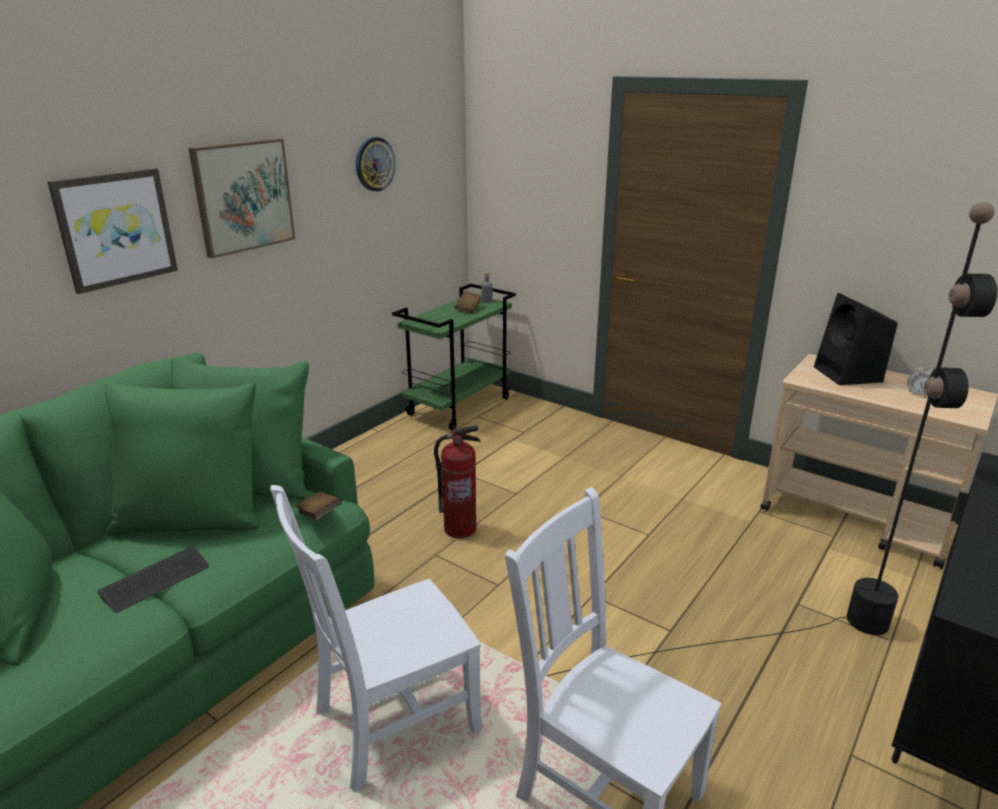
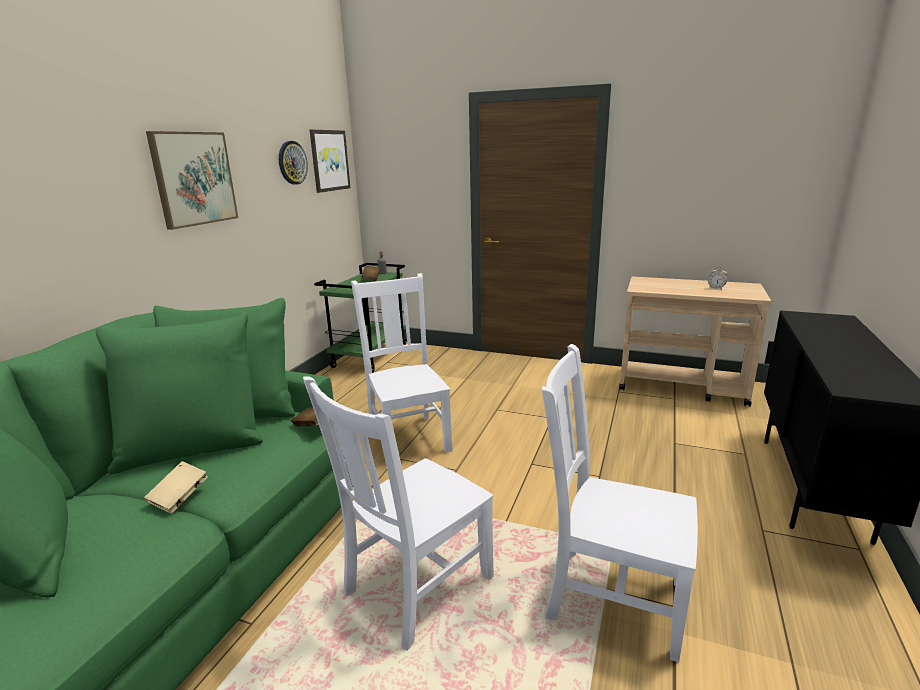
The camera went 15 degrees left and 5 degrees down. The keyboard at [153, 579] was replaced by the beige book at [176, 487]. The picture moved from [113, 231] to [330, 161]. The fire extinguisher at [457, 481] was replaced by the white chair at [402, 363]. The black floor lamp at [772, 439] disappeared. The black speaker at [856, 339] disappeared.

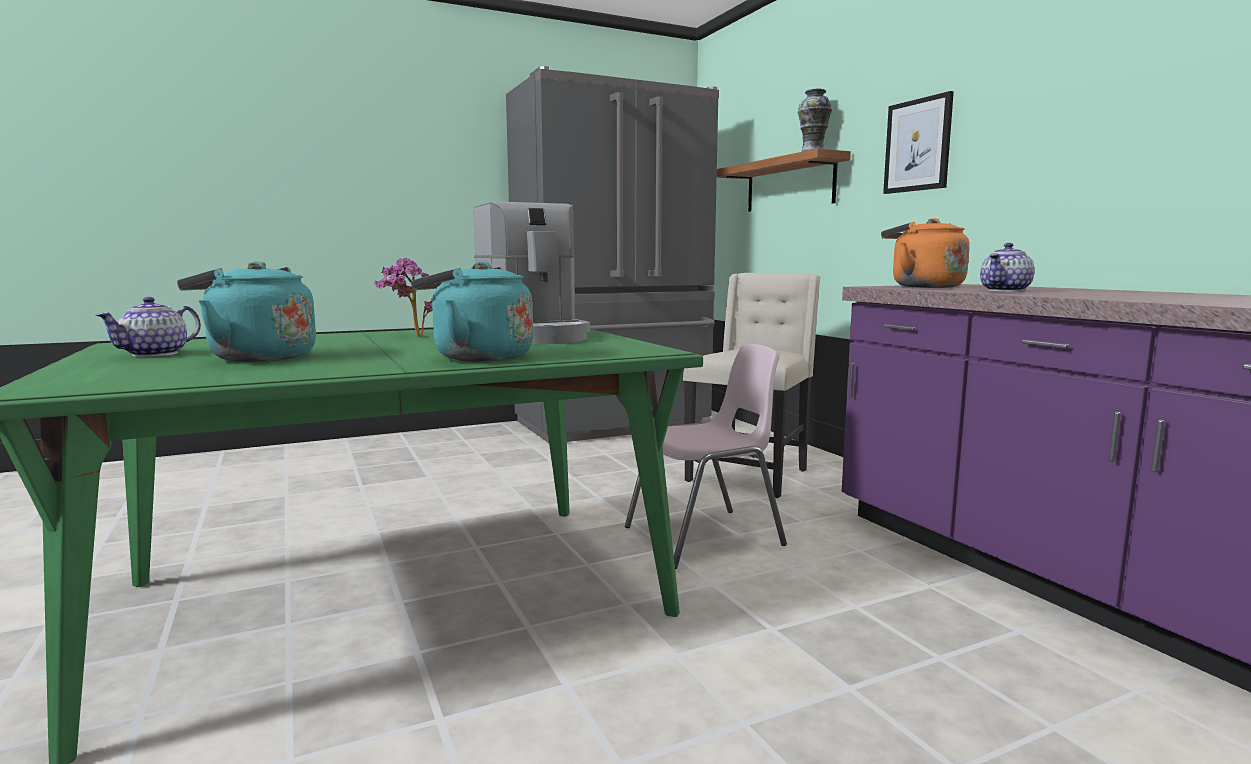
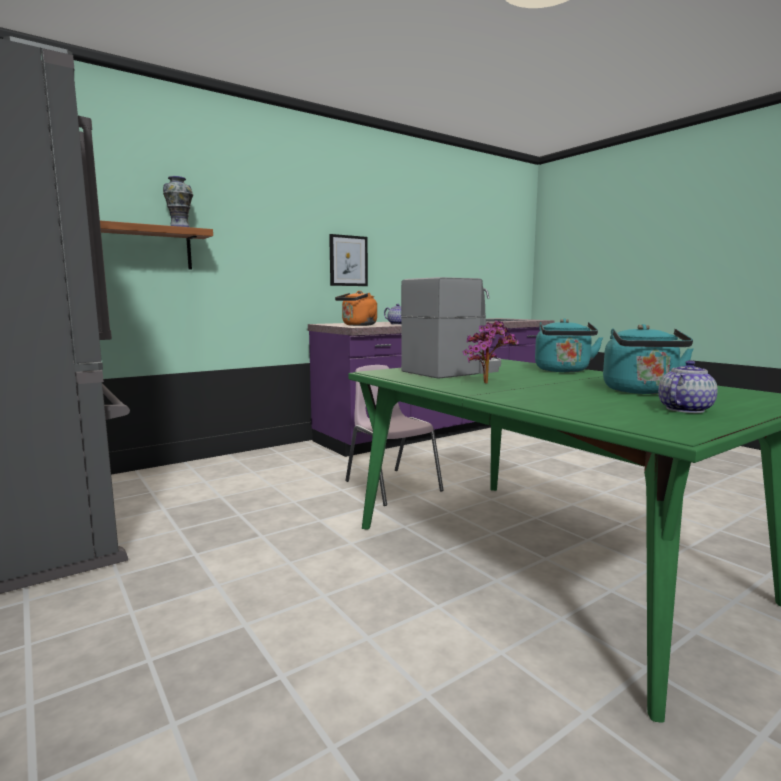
The camera went 100 degrees left and 0 degrees up. The picture moved from [918, 142] to [348, 260]. The teapot at [148, 327] turned 60 degrees counterclockwise. The beige chair at [752, 385] disappeared.

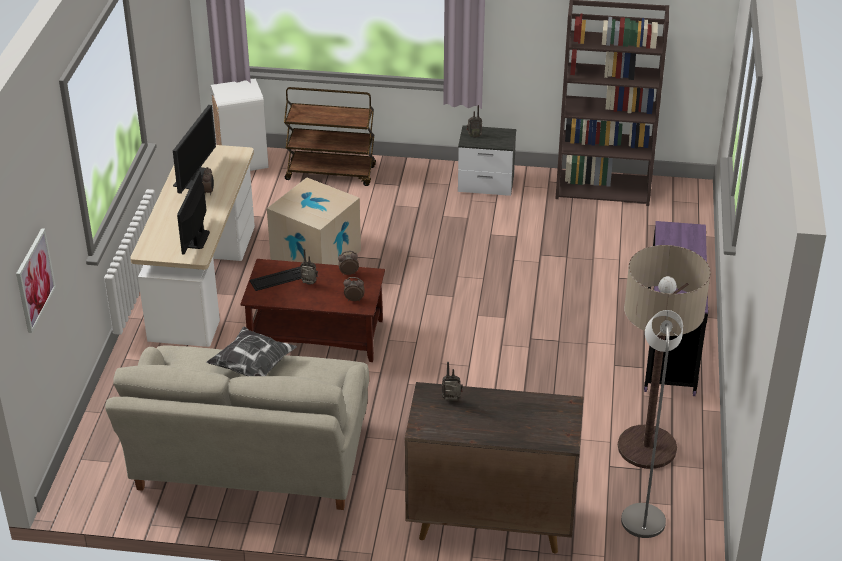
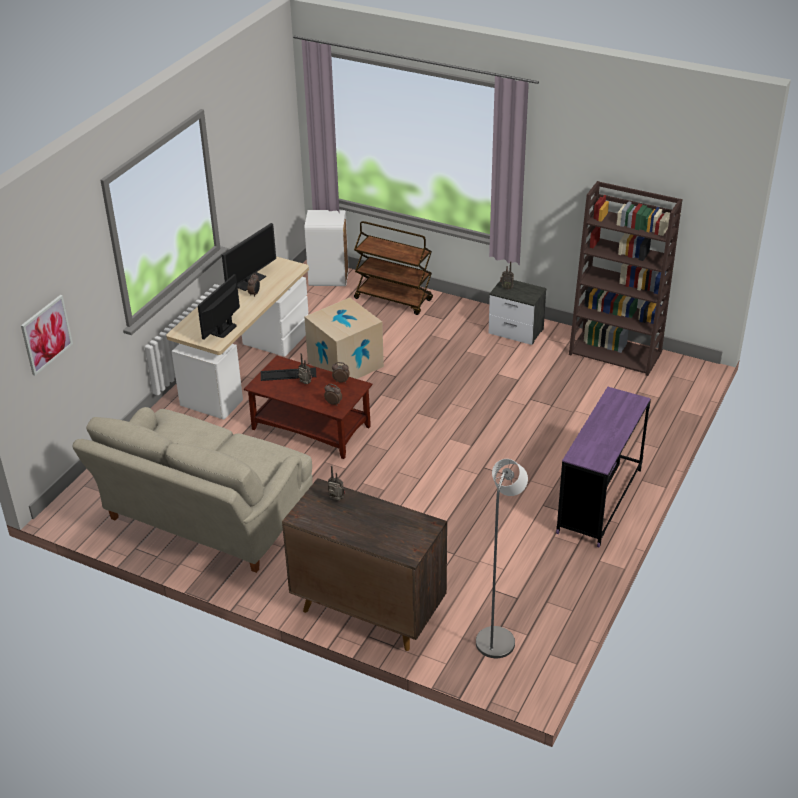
The camera went 20 degrees right and 0 degrees up. The pillow at [251, 351] disappeared. The floor lamp at [664, 357] disappeared.

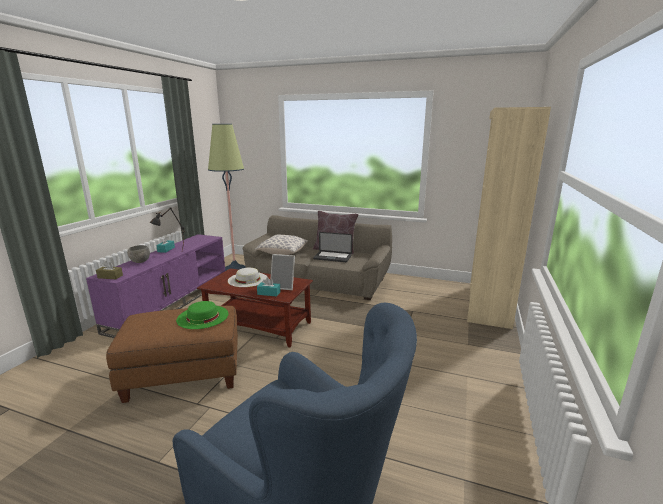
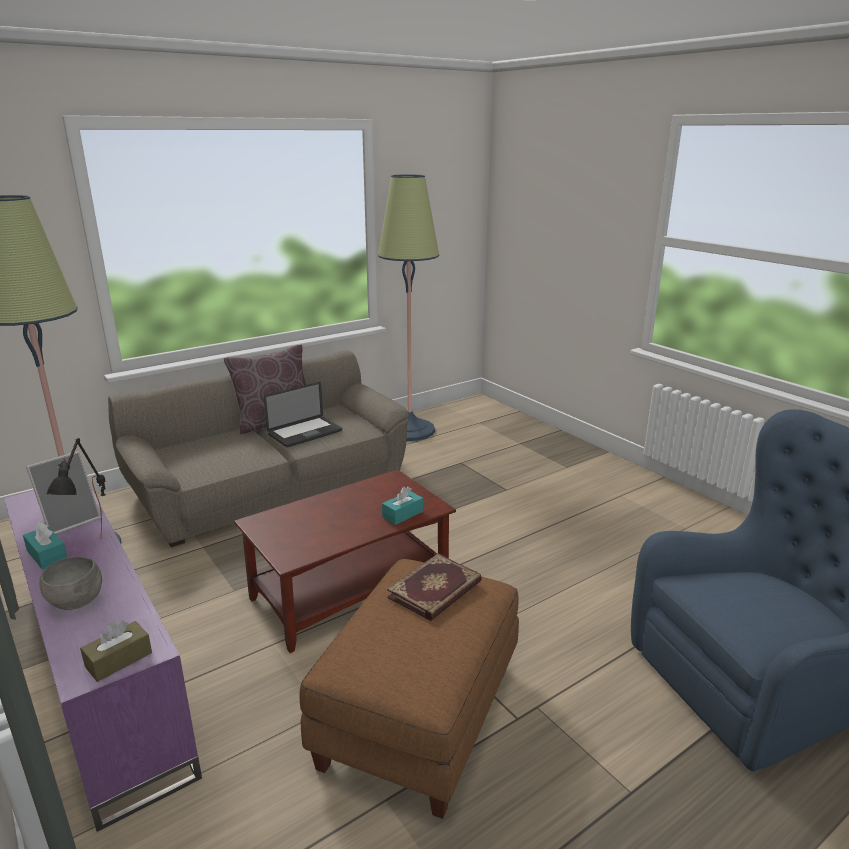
The camera went 55 degrees left and 5 degrees up. The picture frame moved from [283, 272] to [63, 492]. The floor lamp at [408, 307] appeared. The green hat at [202, 315] was replaced by the book at [434, 587]. The white hat at [247, 277] disappeared. The pillow at [281, 245] disappeared. The beige bookcase at [509, 218] disappeared.

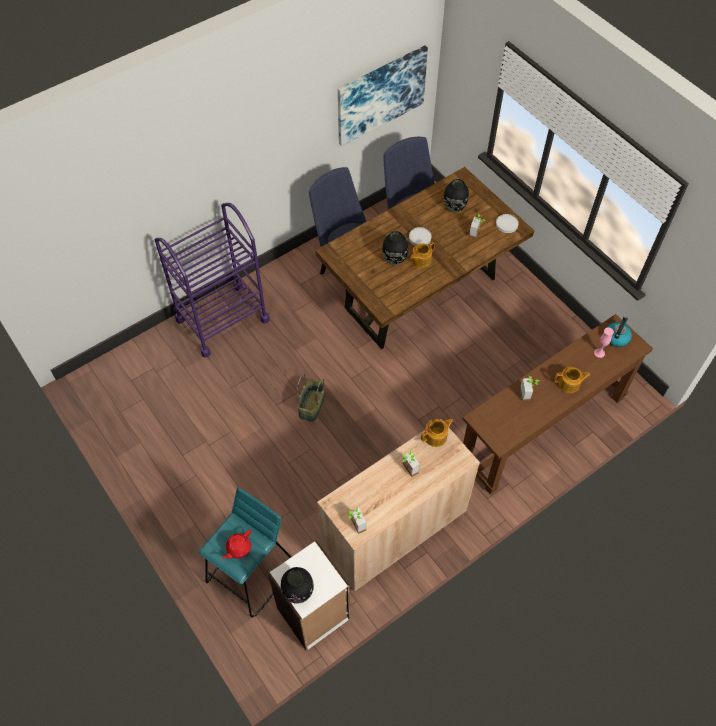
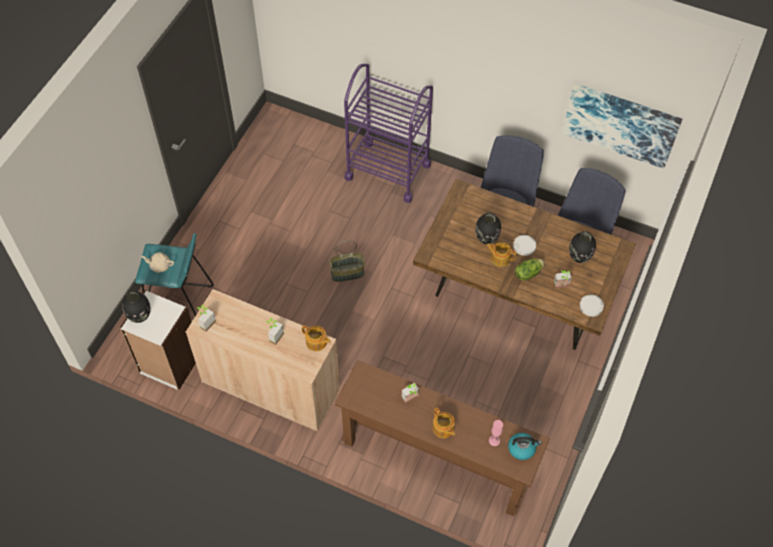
The camera went 60 degrees right and 0 degrees up. The red teapot at [236, 544] became the beige teapot at [157, 262]. The lettuce at [530, 270] appeared.

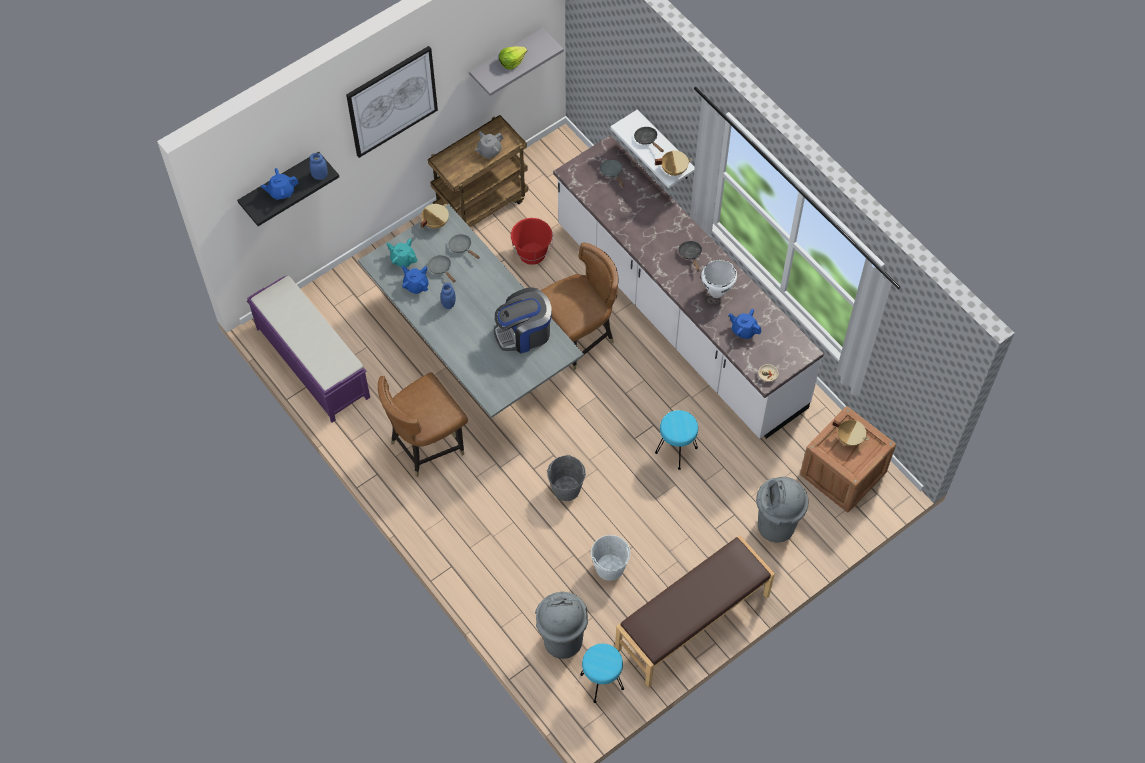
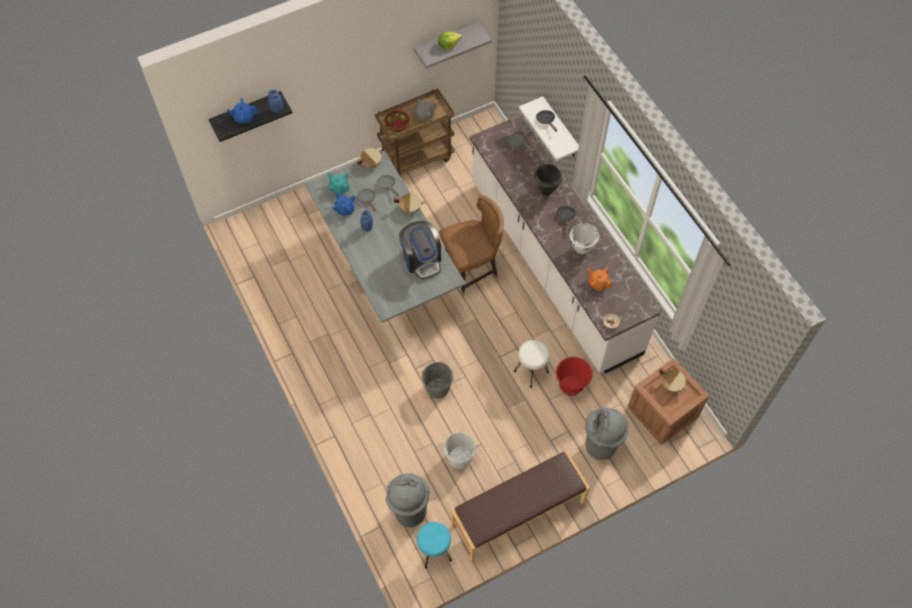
The camera went 10 degrees right and 0 degrees up. The bowl at [397, 121] appeared. The beige cooking pot moved from [673, 163] to [409, 203]. The coffee machine at [523, 320] turned 105 degrees counterclockwise. The turquoise stool at [676, 440] became the white stool at [532, 364]. The black cooking pot at [548, 180] appeared. The red bucket moved from [532, 241] to [574, 376]. The blue teapot at [745, 324] became the orange teapot at [599, 279]. The purple bench at [308, 348] disappeared. The picture at [392, 102] disappeared. The brown chair at [423, 424] disappeared.

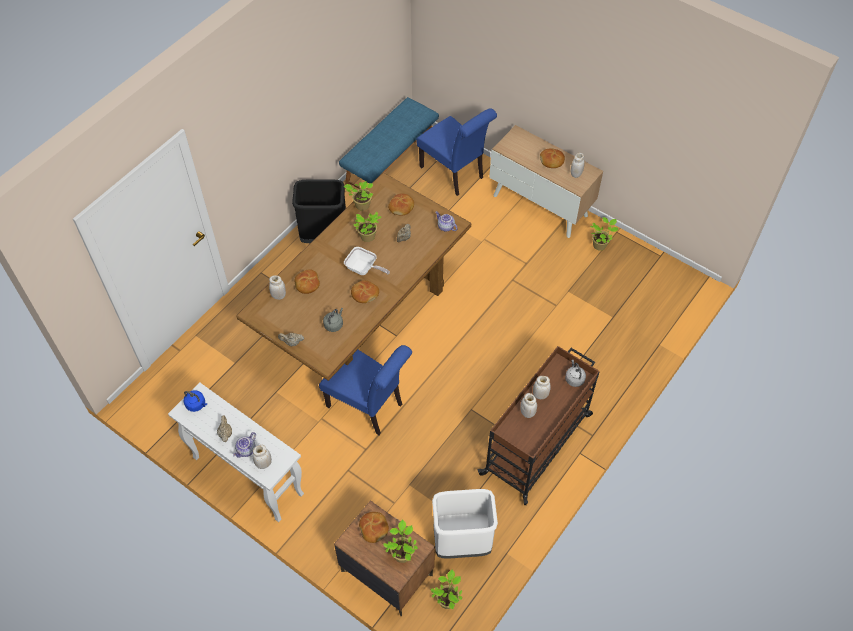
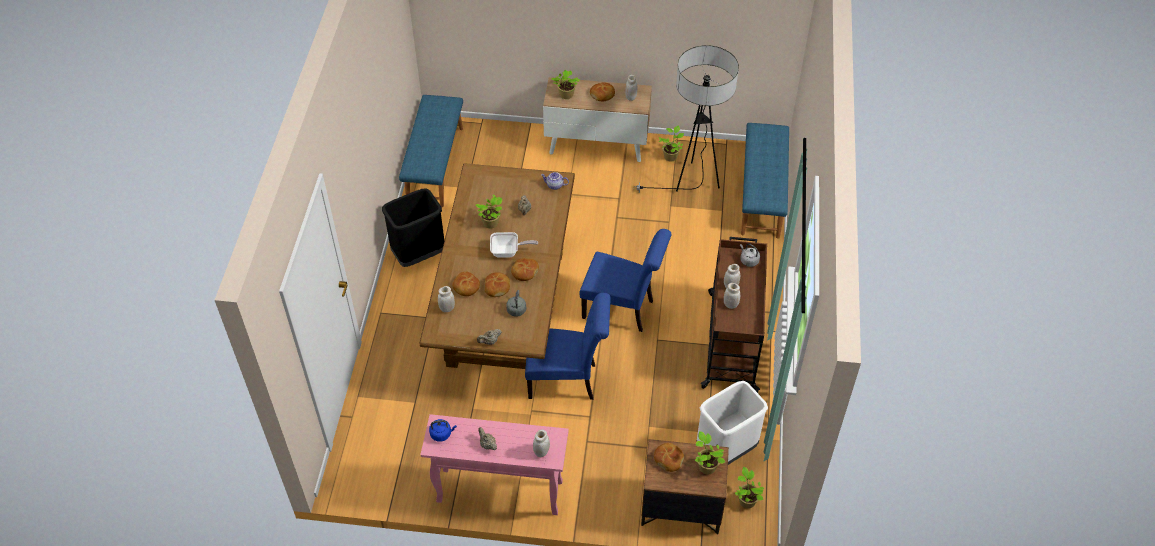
The camera went 30 degrees left and 5 degrees down. The white console table at [236, 452] became the pink console table at [494, 464]. The bread moved from [401, 204] to [497, 284]. The potted plant moved from [358, 196] to [566, 84]. The blue chair moved from [456, 152] to [625, 280]. The floor lamp at [686, 119] appeared. The blue bench at [765, 181] appeared. The teapot at [244, 445] disappeared.

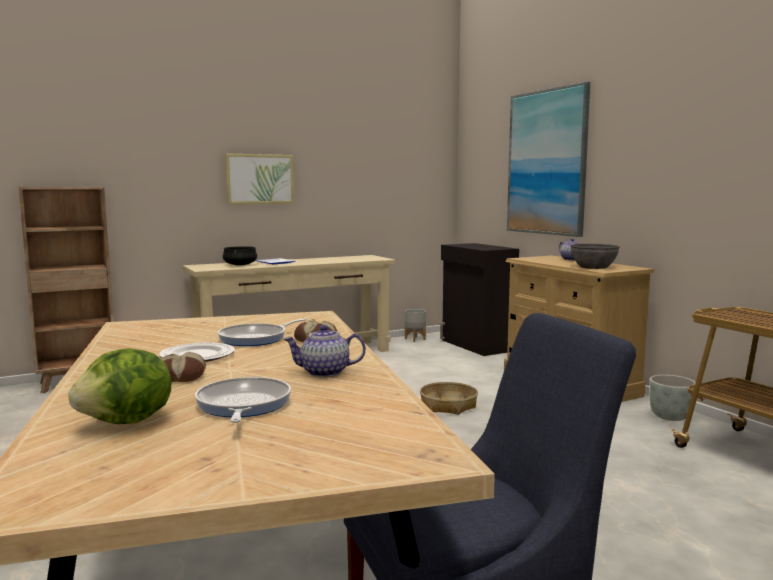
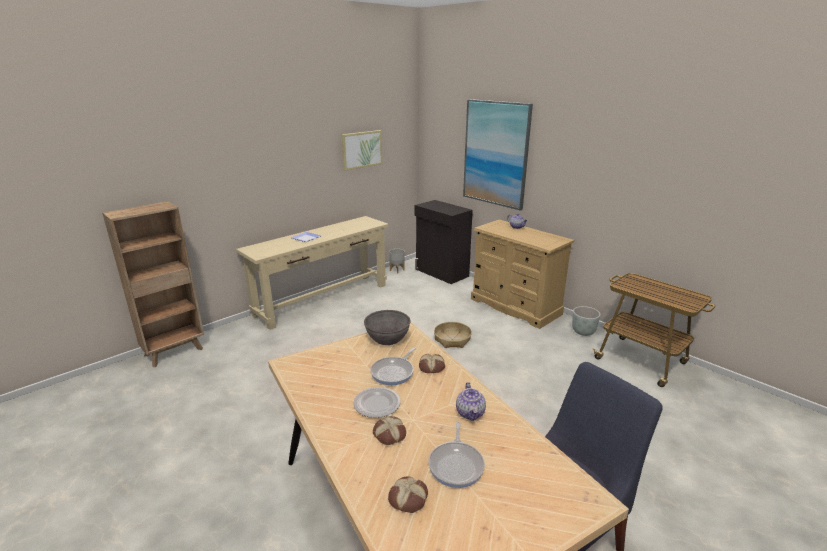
The camera went 15 degrees left and 15 degrees up. The picture moved from [259, 178] to [361, 150]. The grey bowl moved from [595, 256] to [387, 327]. The lettuce at [119, 386] was replaced by the bread at [408, 495]. The frying pan at [243, 400] turned 150 degrees counterclockwise. The teapot at [324, 351] turned 75 degrees counterclockwise. The black cooking pot at [240, 255] disappeared.

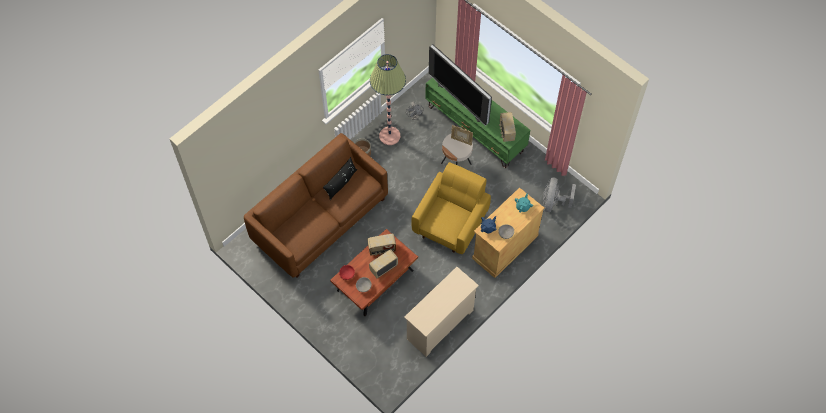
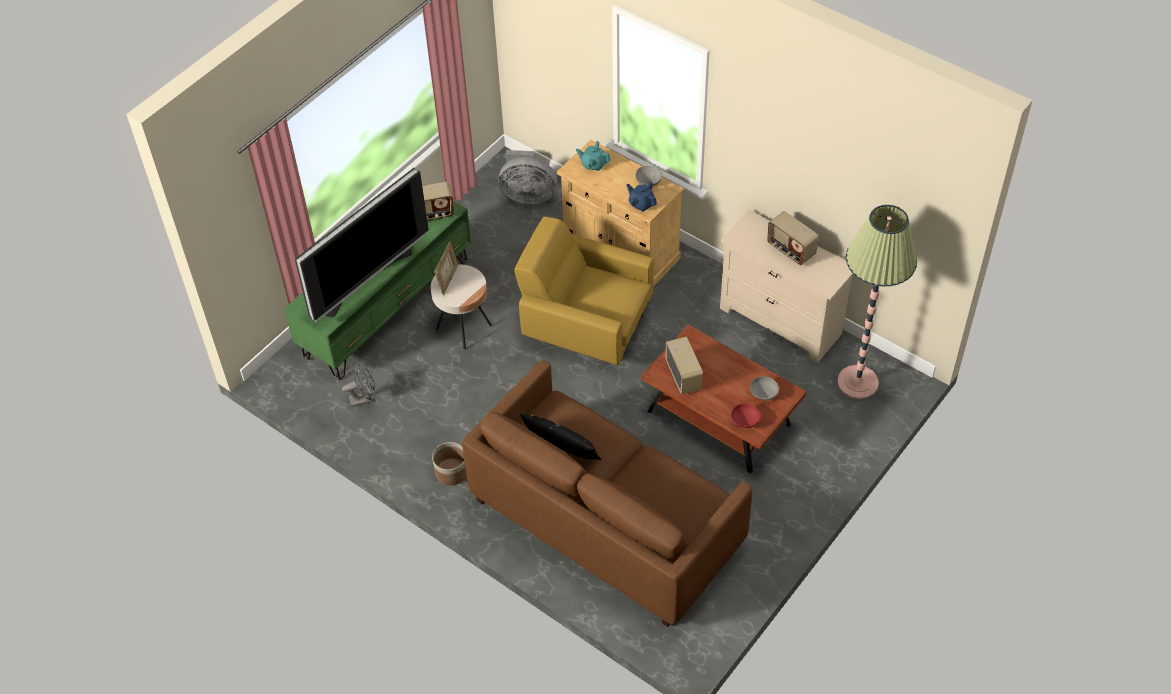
The camera went 95 degrees left and 10 degrees down. The radio moved from [383, 264] to [793, 238]. The floor lamp moved from [388, 99] to [877, 302].

